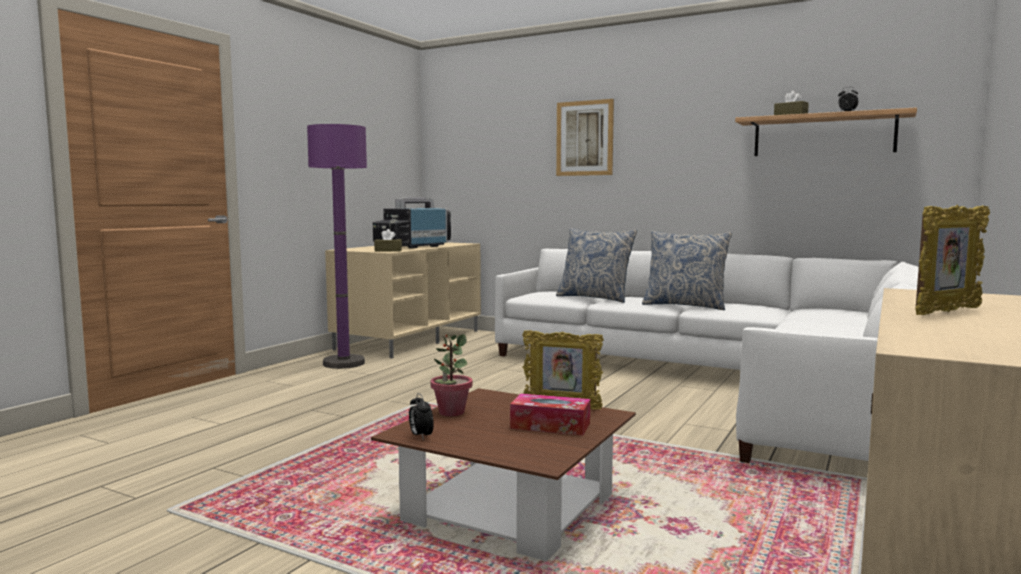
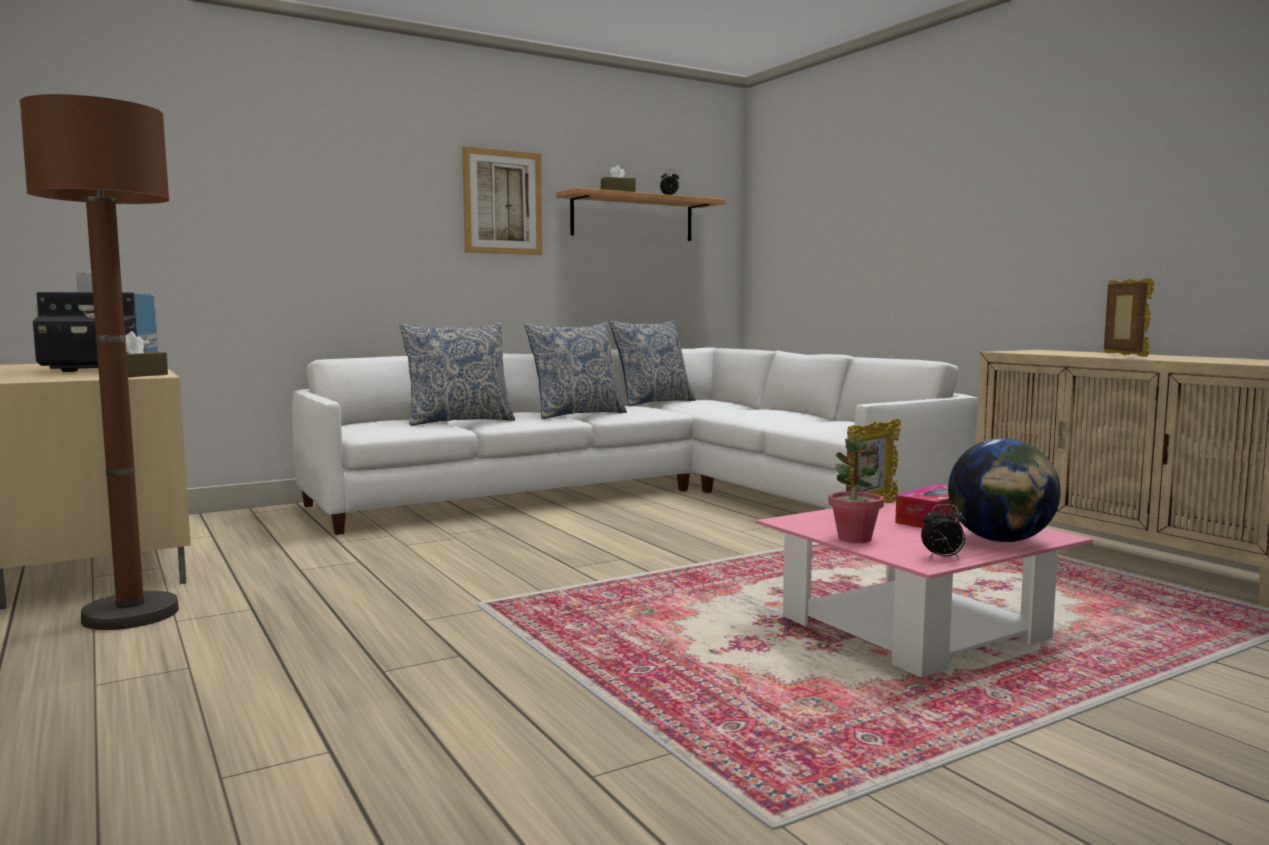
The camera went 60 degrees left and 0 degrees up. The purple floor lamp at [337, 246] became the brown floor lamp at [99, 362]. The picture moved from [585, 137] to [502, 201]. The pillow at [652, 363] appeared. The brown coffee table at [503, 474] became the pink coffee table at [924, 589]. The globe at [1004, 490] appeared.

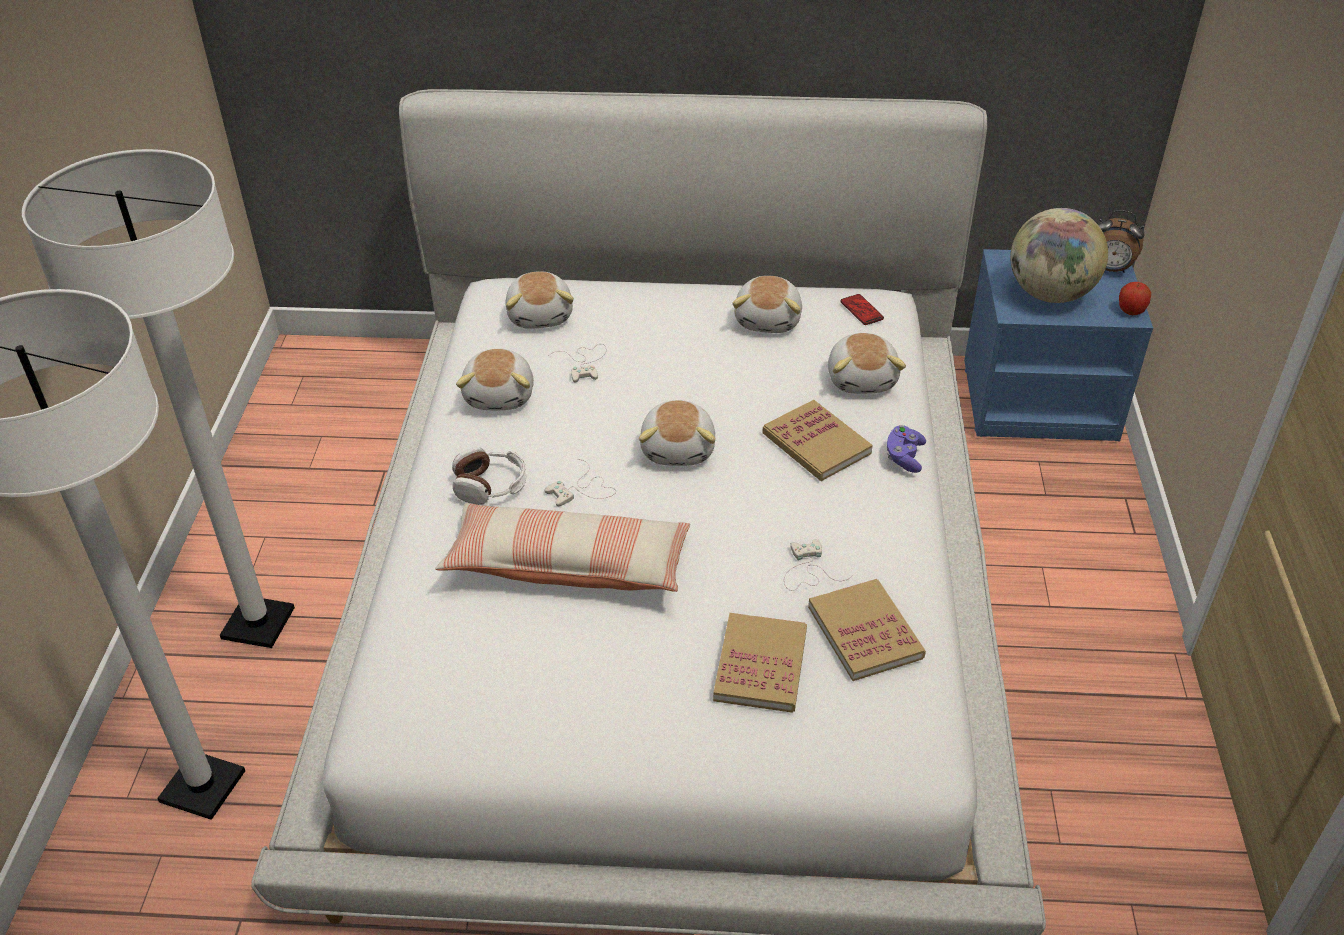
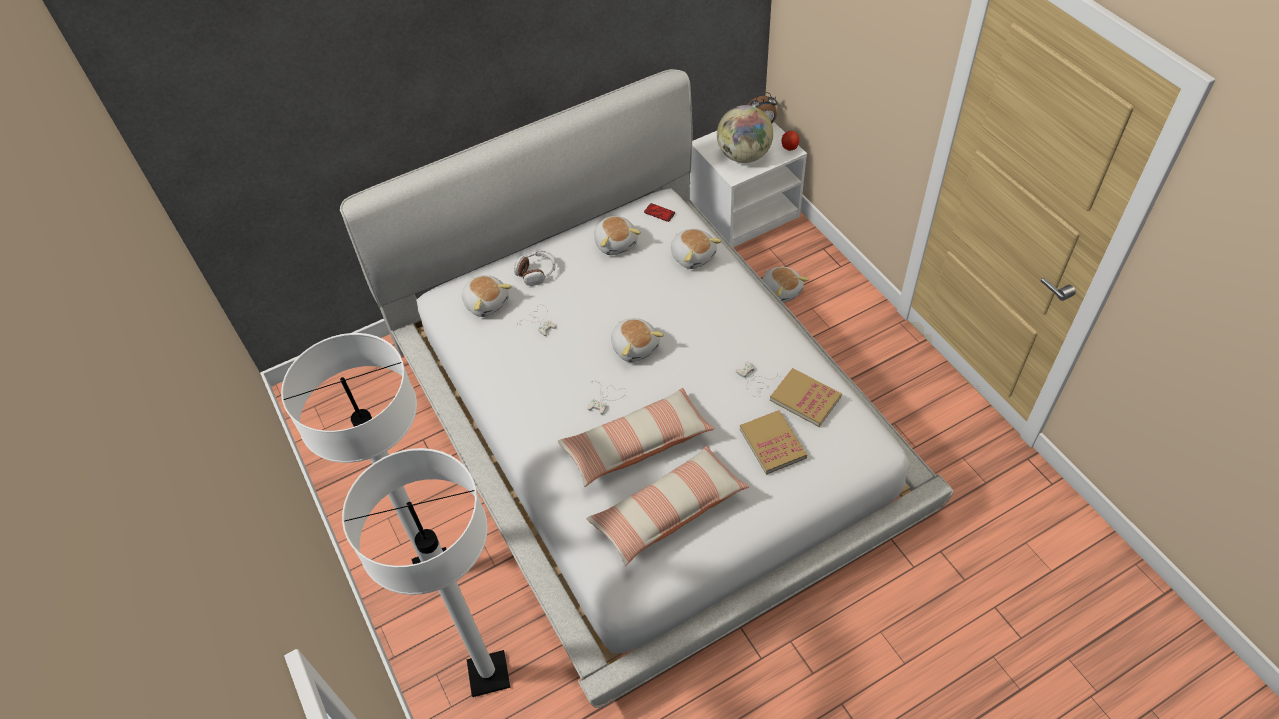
The camera went 30 degrees left and 10 degrees up. The headphones moved from [489, 476] to [535, 268]. The pillow at [667, 506] appeared. The blue nightstand at [1058, 345] became the white nightstand at [748, 184]. The plush toy moved from [495, 379] to [785, 285]. The book at [817, 440] disappeared. The purple game controller at [906, 449] disappeared.

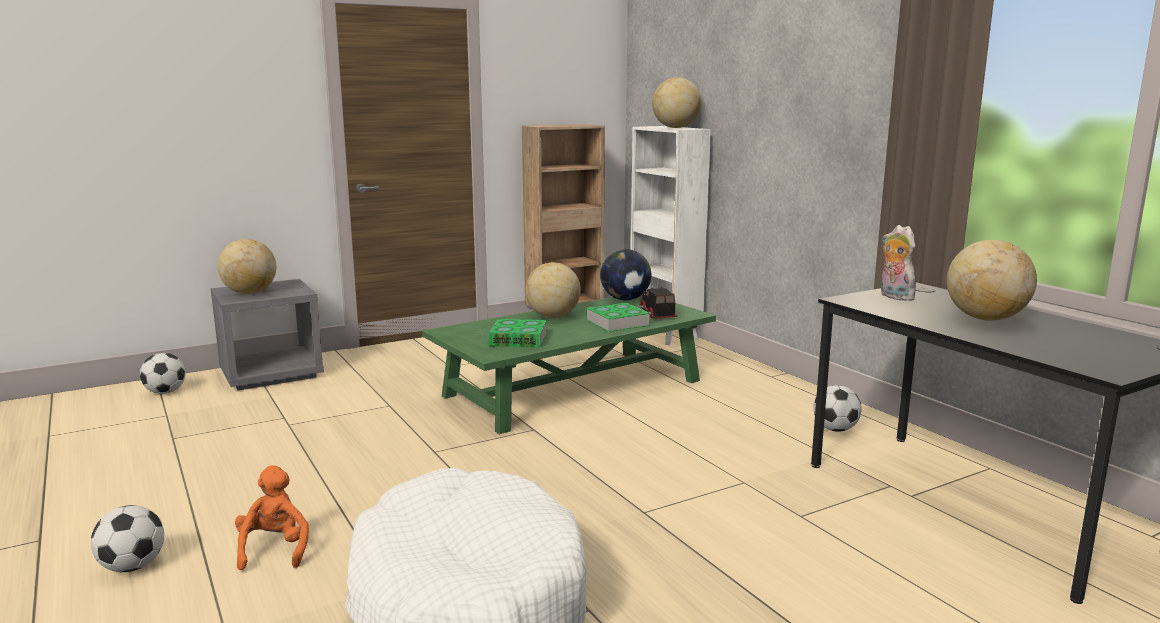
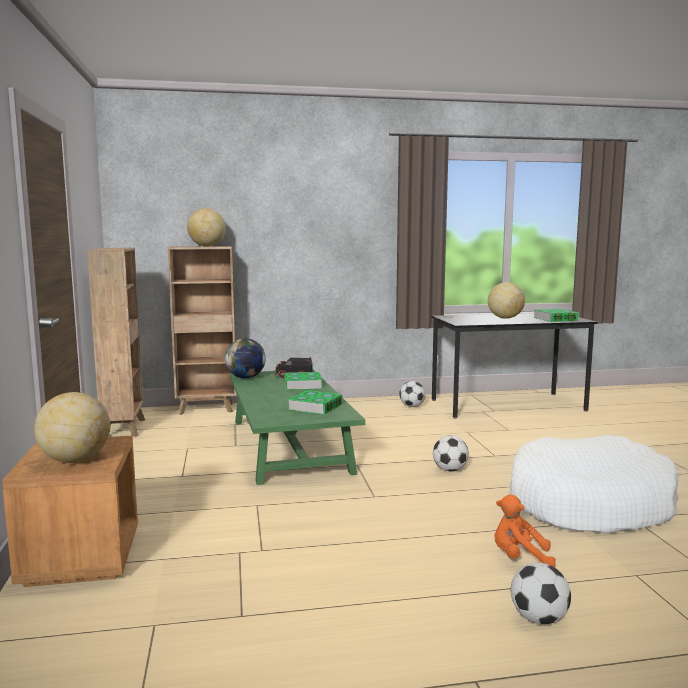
The camera went 70 degrees left and 5 degrees down. The grey nightstand at [267, 334] became the brown nightstand at [70, 511]. The white bookcase at [671, 235] became the brown bookcase at [202, 330]. The football moved from [163, 373] to [451, 453]. The book at [556, 315] appeared. The globe at [553, 290] disappeared. The plush toy at [900, 263] disappeared.

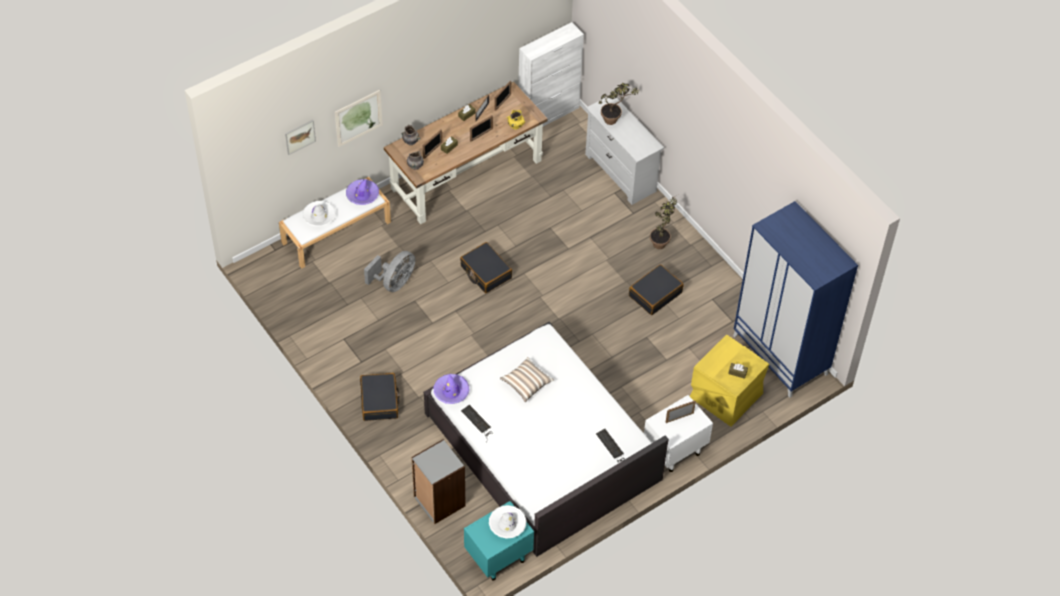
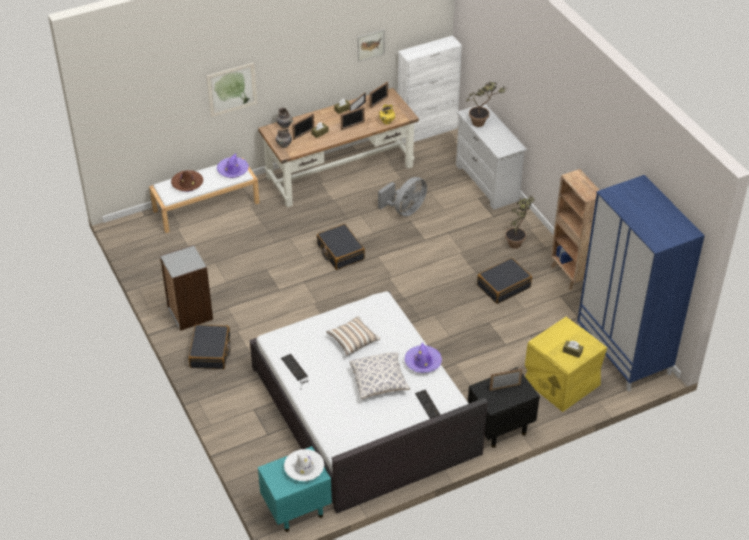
The camera went 10 degrees right and 10 degrees down. The grey bookcase moved from [438, 481] to [186, 288]. The white hat at [319, 214] became the brown hat at [187, 181]. The pillow at [380, 375] appeared. The picture moved from [300, 137] to [371, 45]. The grey fan moved from [389, 271] to [402, 196]. The purple hat moved from [451, 389] to [423, 357]. The white nightstand at [678, 433] became the black nightstand at [504, 407]. The brown bookcase at [575, 229] appeared.

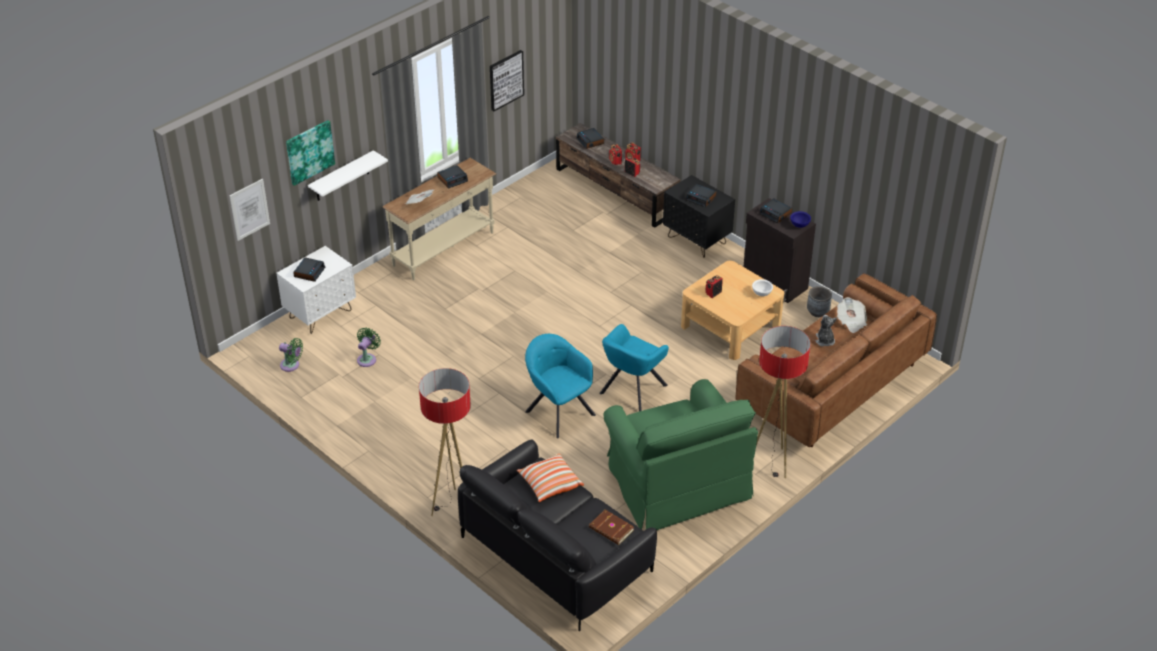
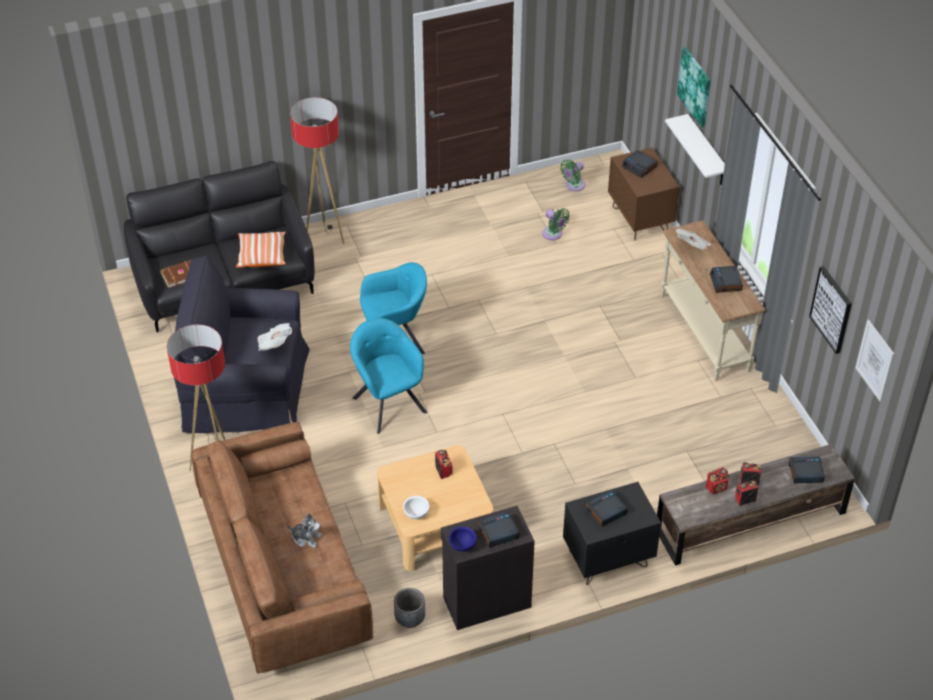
The camera went 115 degrees right and 5 degrees up. The green armchair at [680, 454] became the black armchair at [242, 344]. The newspaper moved from [852, 315] to [275, 337]. The white nightstand at [316, 290] became the brown nightstand at [644, 193]. The picture moved from [250, 210] to [875, 361].

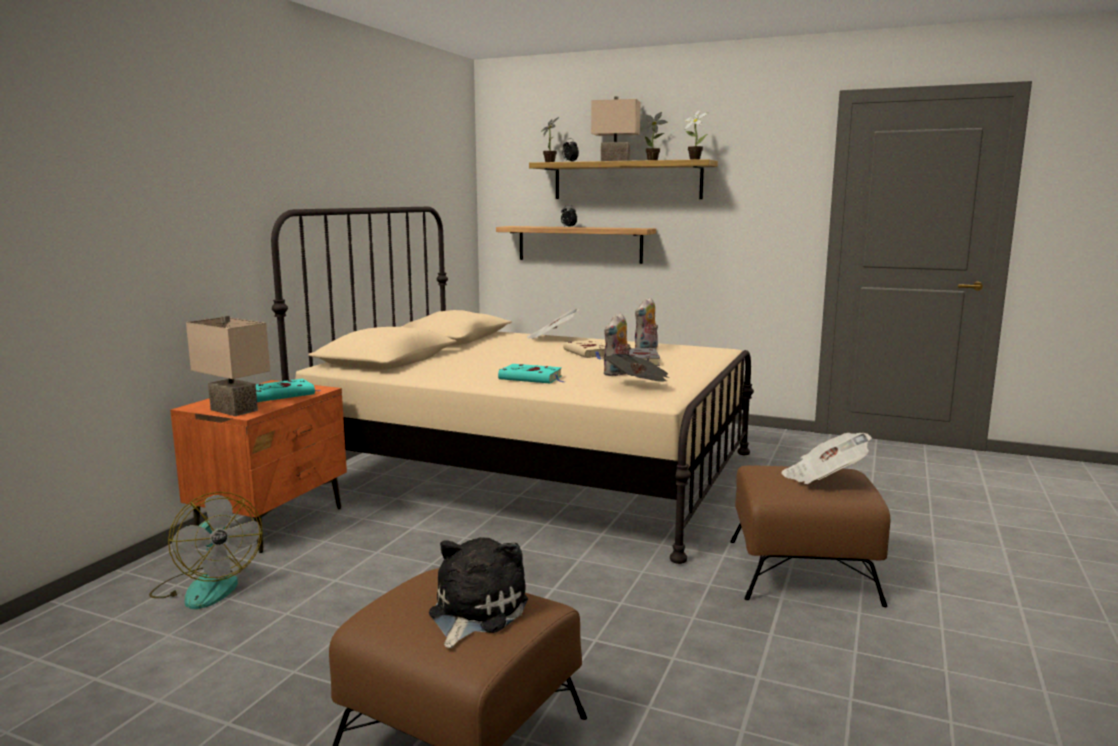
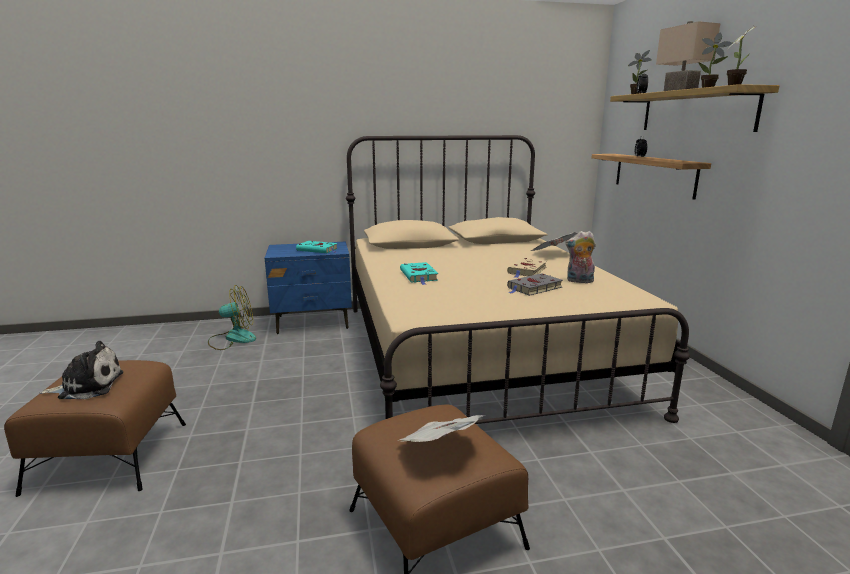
The camera went 55 degrees right and 5 degrees up. The fan at [206, 550] turned 120 degrees counterclockwise. The orange nightstand at [258, 466] became the blue nightstand at [308, 288]. The beige table lamp at [228, 365] disappeared. The plush toy at [617, 344] disappeared. The newspaper at [636, 368] disappeared.

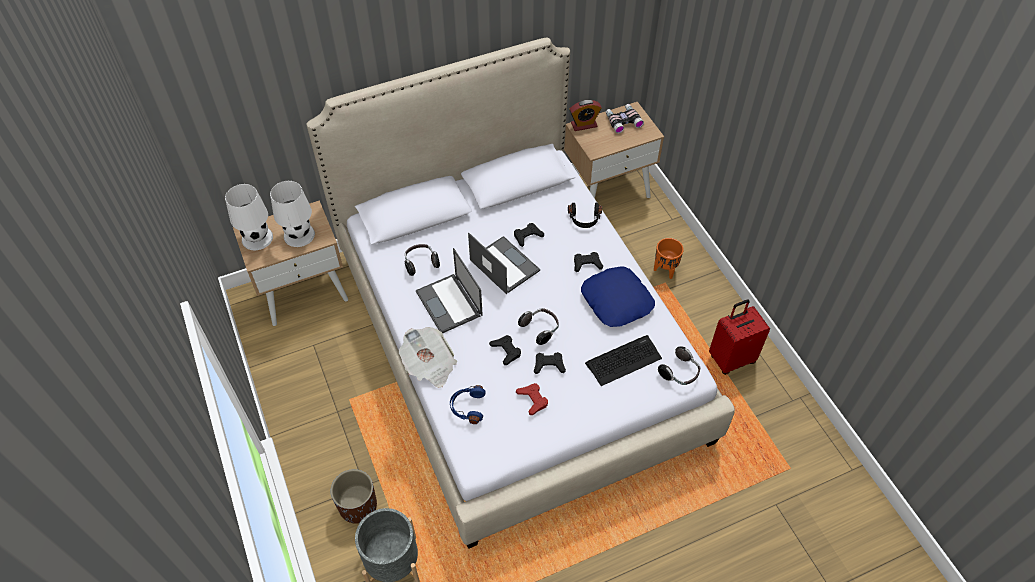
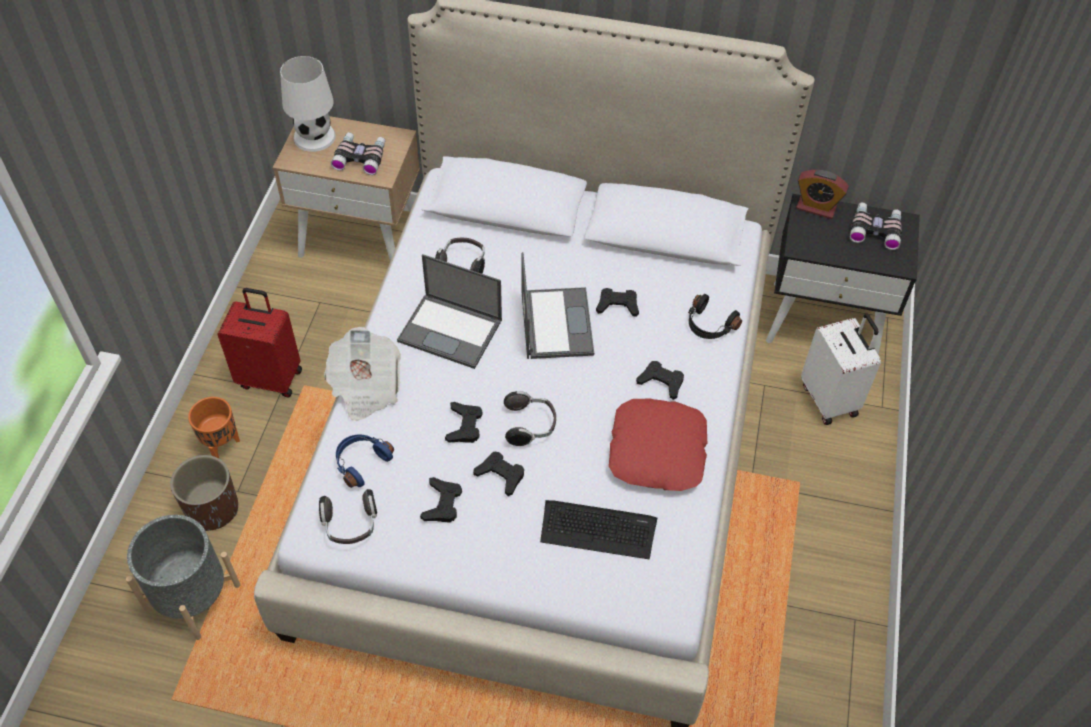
The camera went 35 degrees right and 0 degrees up. The orange planter moved from [669, 258] to [214, 427]. The red suitcase moved from [739, 337] to [259, 343]. The headphones moved from [679, 365] to [348, 516]. The white table lamp at [292, 214] was replaced by the binoculars at [358, 153]. The laptop at [449, 290] turned 75 degrees counterclockwise. The red game controller at [532, 399] became the black game controller at [441, 500]. The blue pillow at [618, 296] became the red pillow at [658, 444]. The beige nightstand at [614, 150] became the black nightstand at [843, 274]. The white suitcase at [841, 369] appeared.

